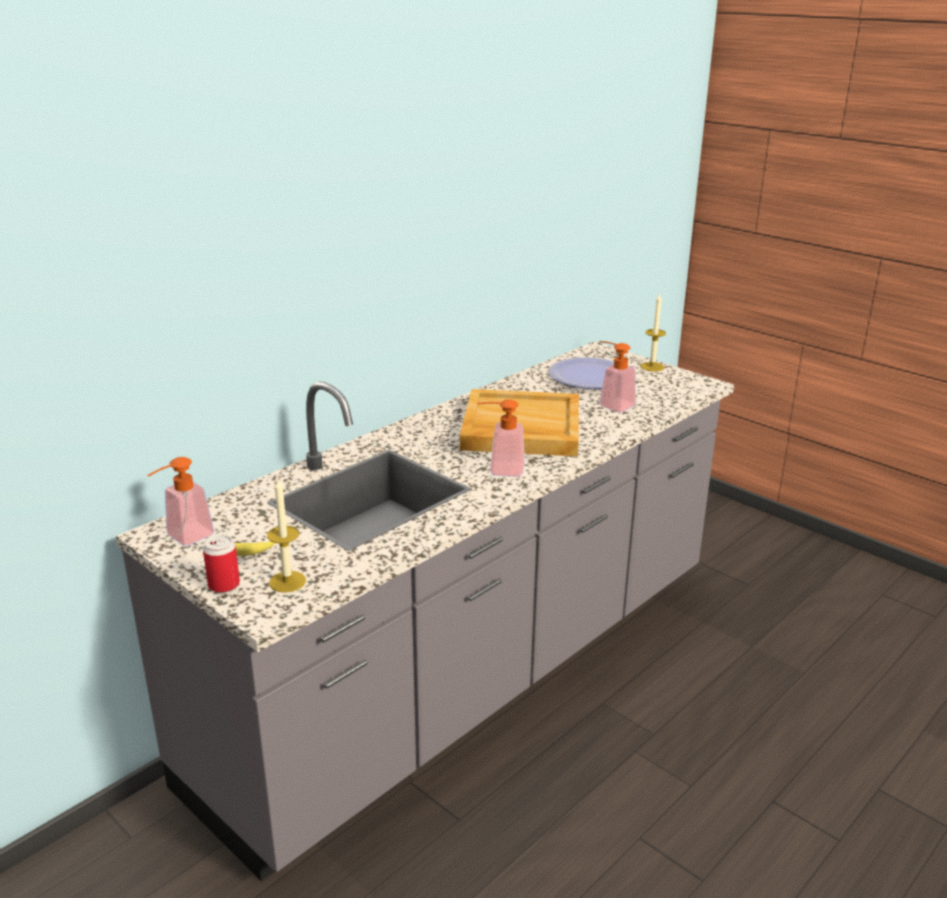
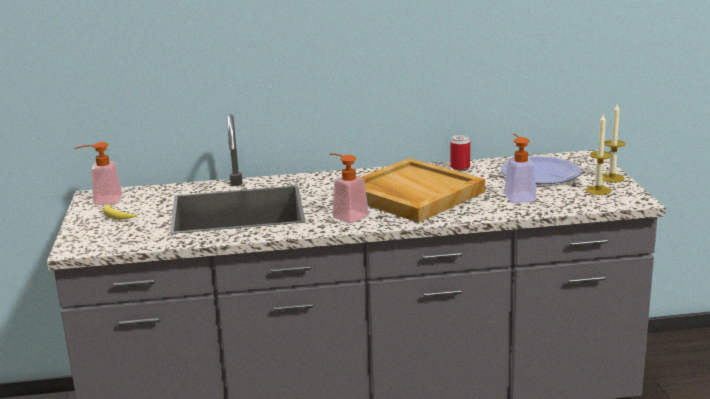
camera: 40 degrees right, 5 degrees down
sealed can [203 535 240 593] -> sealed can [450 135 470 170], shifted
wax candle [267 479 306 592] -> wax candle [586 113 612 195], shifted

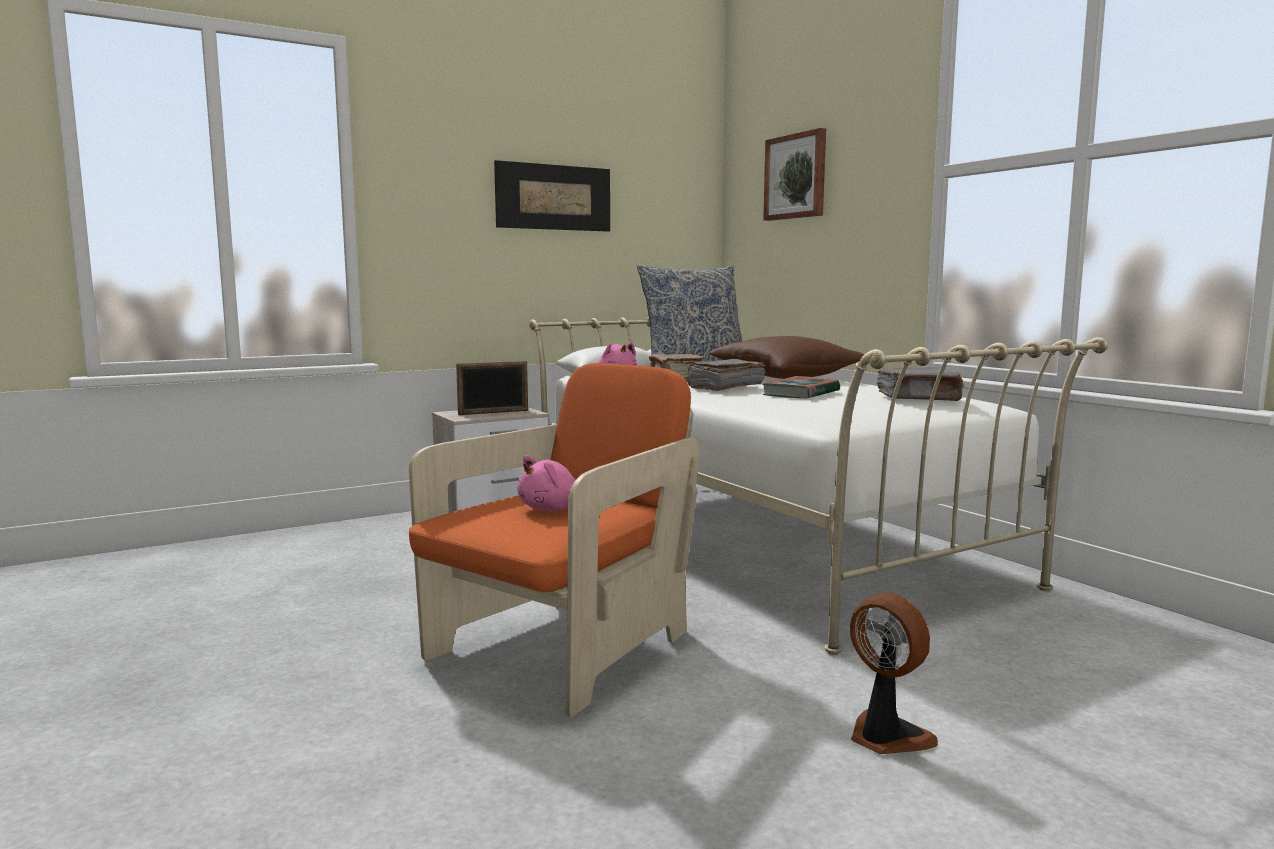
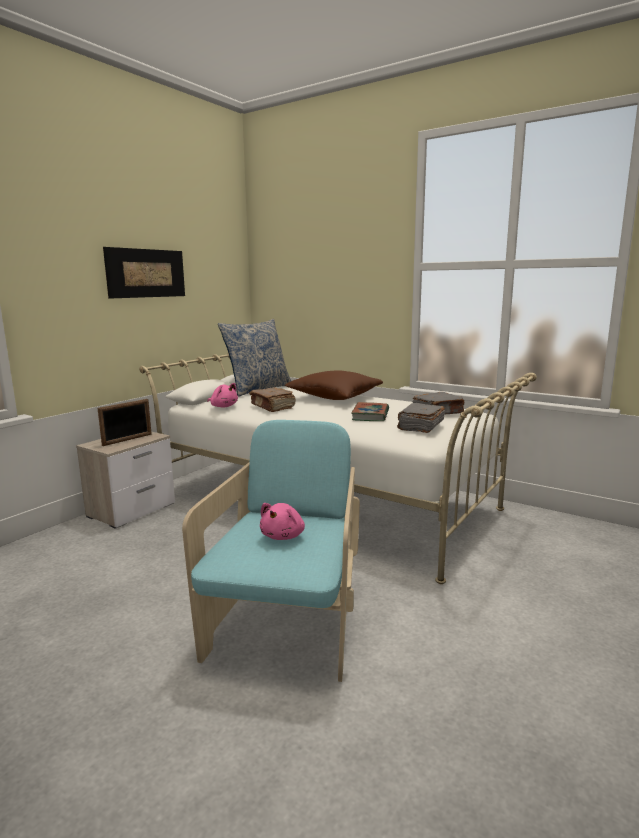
camera: 25 degrees left, 5 degrees up
wall art [763 128 826 221] -> none
electric fan [850 592 938 754] -> none
book in greyish [687 359 765 391] -> book in greyish [397 403 445 433], shifted
armchair in orange [409 363 699 717] -> armchair in blue-green [182 420 360 682]

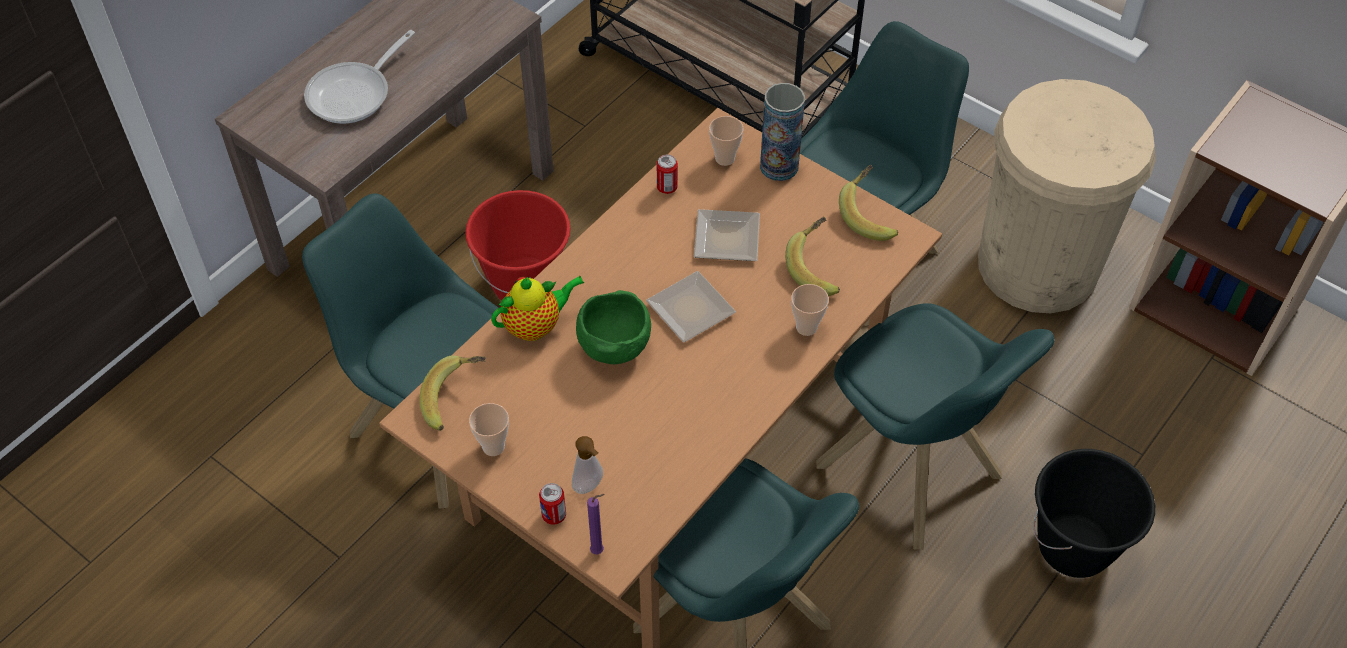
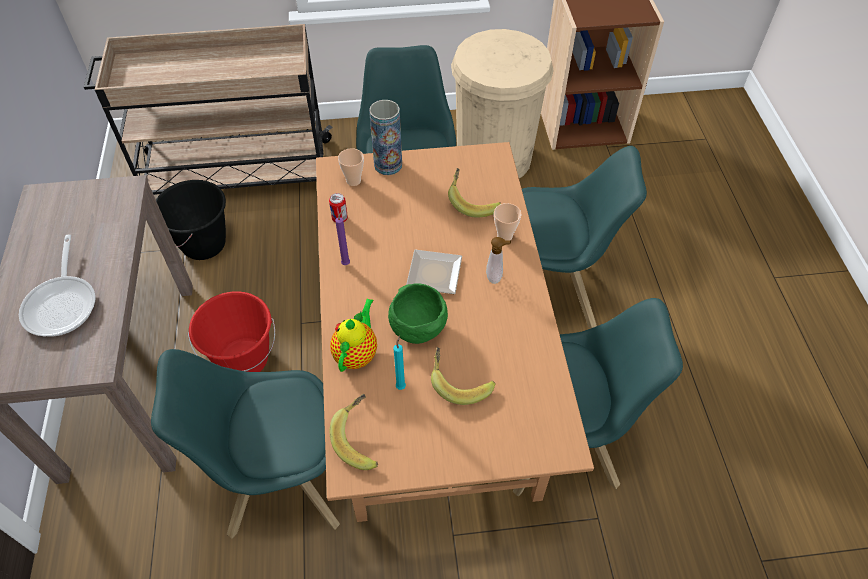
camera: 45 degrees left, 0 degrees up
cup [469 403 509 456] -> none
sealed can [539 483 566 525] -> none
dinner plate [694 209 760 261] -> none
none -> wax candle in blue-green [394 335 406 390]
liquid soap bottle [572 436 603 494] -> liquid soap bottle [486 237 511 284], shifted
wax candle in purplish [587 494 604 555] -> wax candle in purplish [335 209 350 265], shifted
banana fruit [839 165 898 241] -> banana fruit [431 347 496 405], shifted
water bucket in black-coloured [1033 449 1155 578] -> water bucket in black-coloured [156 180 226 260], shifted

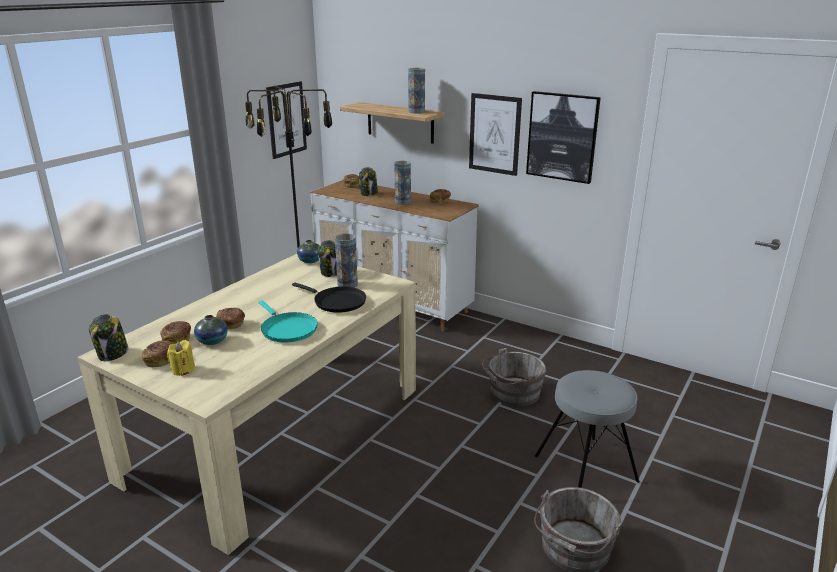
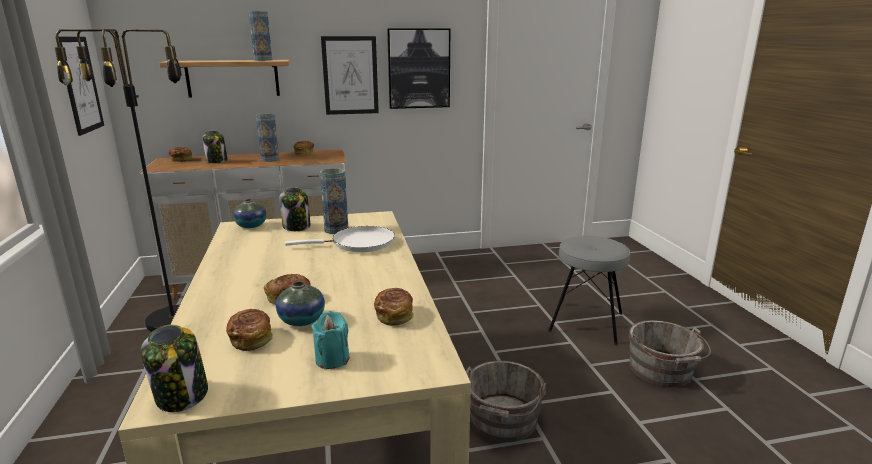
camera: 45 degrees left, 5 degrees down
pan in blue-green [258 301 318 343] -> none
bread [142 340 175 367] -> bread [374 288 414 326], shifted
water bucket in greyish [482 348 546 407] -> water bucket in greyish [466 361 546 442], shifted
wax candle in yellow-coloured [167 340 195 376] -> wax candle in blue-green [311 311 350 369]
pan in black-coloured [292 283 366 313] -> pan in whitish [285 226 395 252]

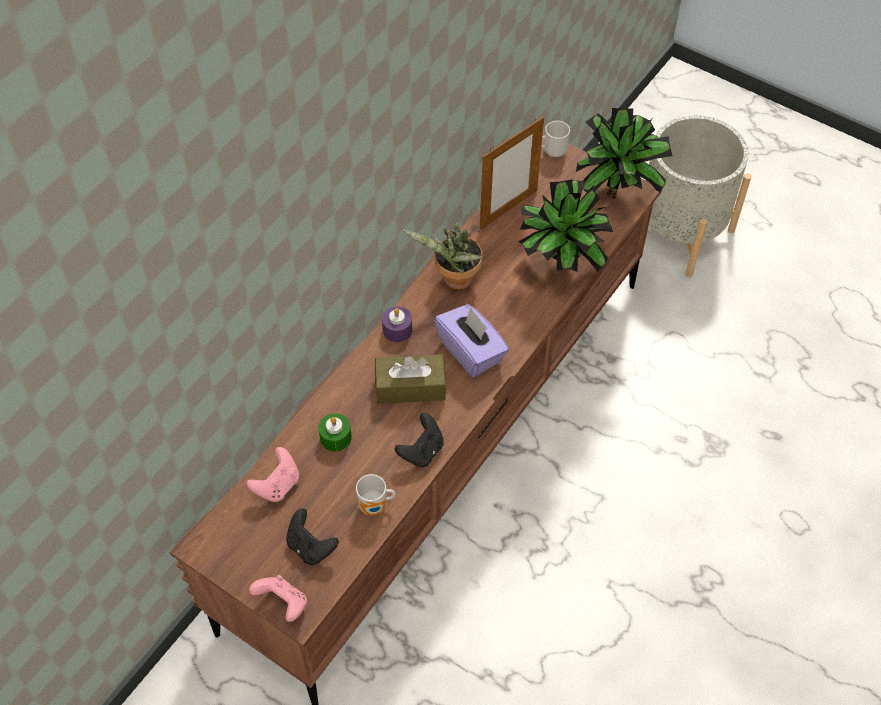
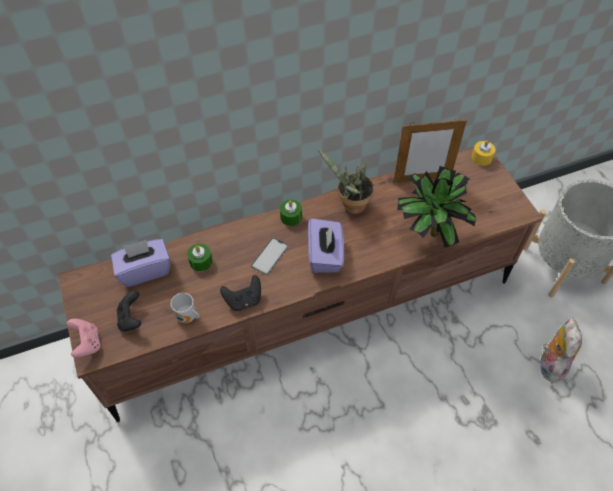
camera: 35 degrees right, 0 degrees up
plant in a pot [576 108 672 199] -> none
none -> soft toy [540 317 582 383]
gamepad in pink-coloured [246 447 299 502] -> box of tissues in purplish [111 239 170 287]
box of tissues in brown-coloured [375 354 446 404] -> handset [251 238 289 275]
coffee mug [541 121 570 157] -> wax candle in yellow-coloured [472 140 495 166]
wax candle in purplish [382 306 412 342] -> wax candle in greenish [280 200 302 226]

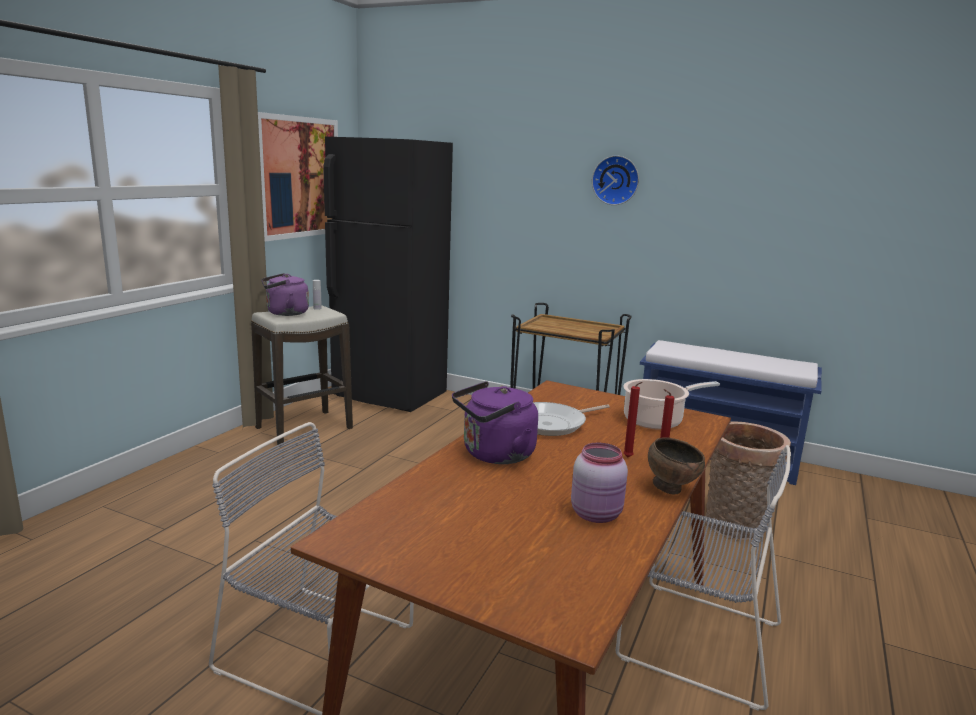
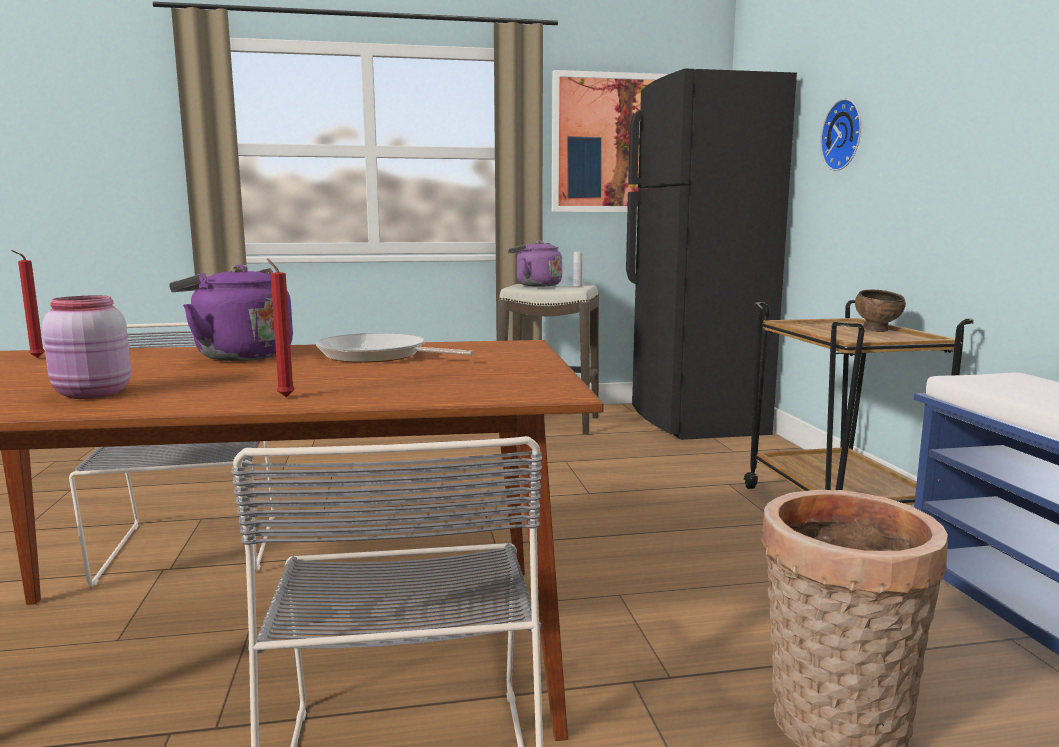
camera: 55 degrees right, 5 degrees down
stockpot [623 379 720 430] -> none
hanging clock [592 156 639 205] -> hanging clock [820 99 861 171], shifted
wax candle in red [623 382 643 457] -> wax candle in red [11 250 45 358], shifted
deep dish in brown-coloured [648 437 705 494] -> deep dish in brown-coloured [855 290 906 332], shifted

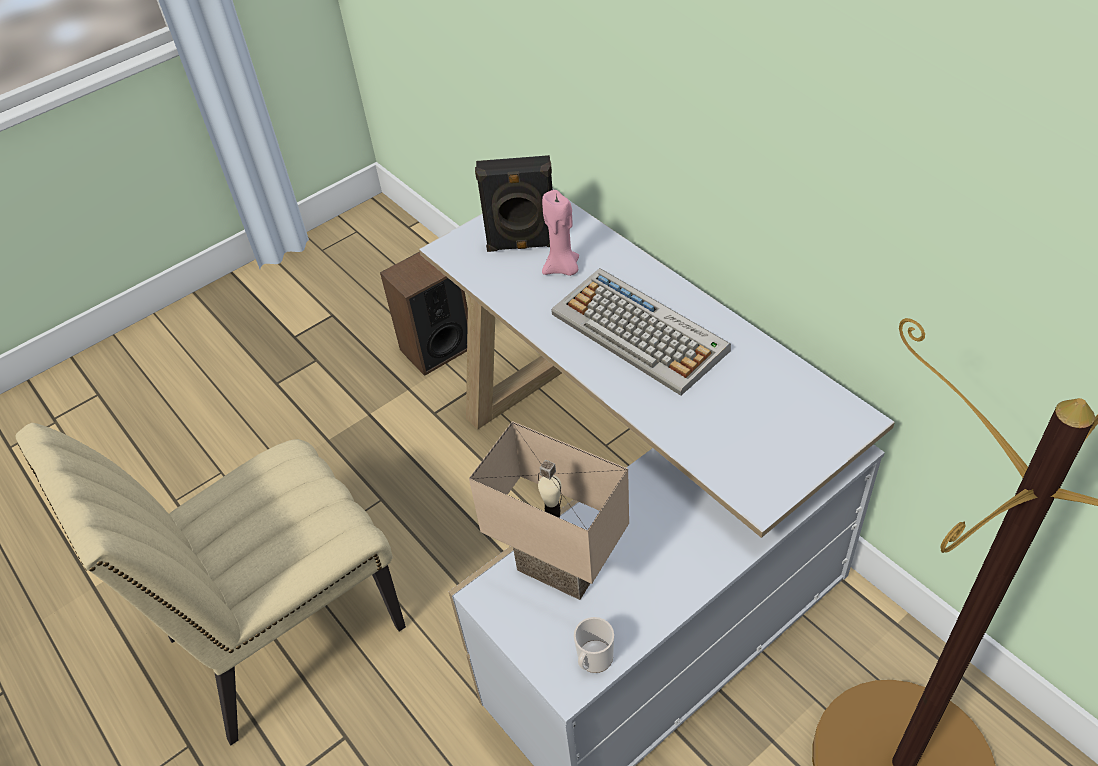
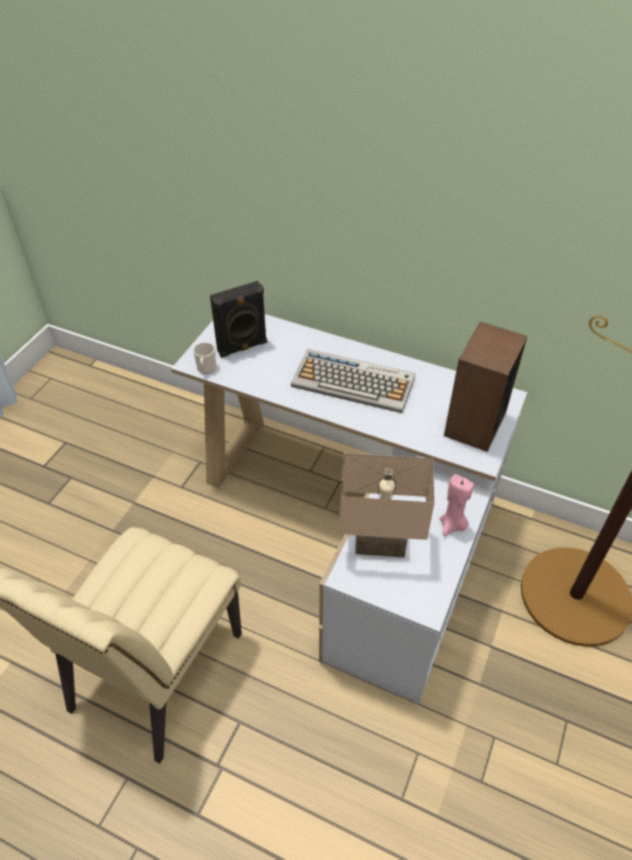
camera: 30 degrees left, 0 degrees up
audio speaker [380 252 468 376] -> audio speaker [444 322 527 452], shifted
wax candle in pink-coloured [542 190 579 276] -> wax candle in pink-coloured [440 474 474 536], shifted
coffee mug [574 617 614 673] -> coffee mug [193 342 216 374], shifted

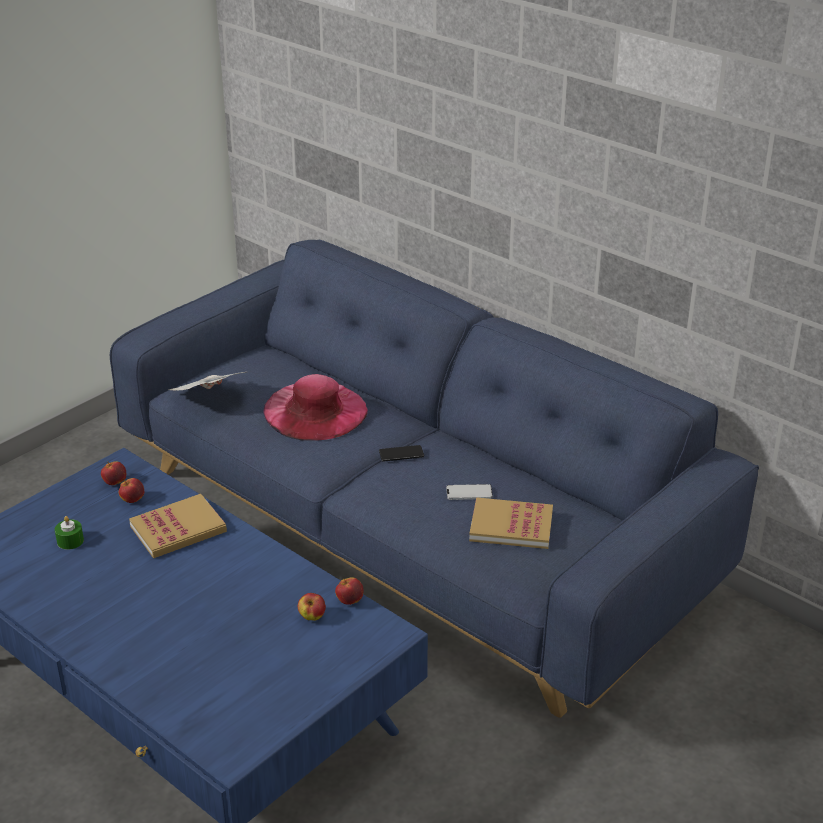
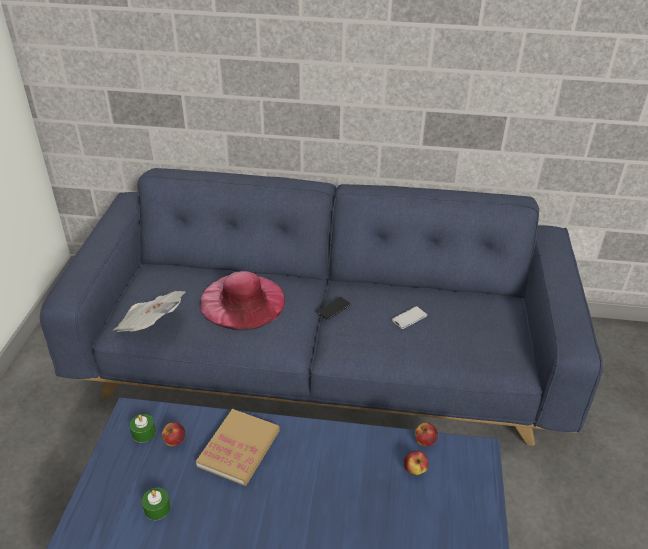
camera: 35 degrees left, 5 degrees up
book [469 497 553 549] -> none
apple [101 461 126 485] -> wax candle in greenish [130 414 156 443]

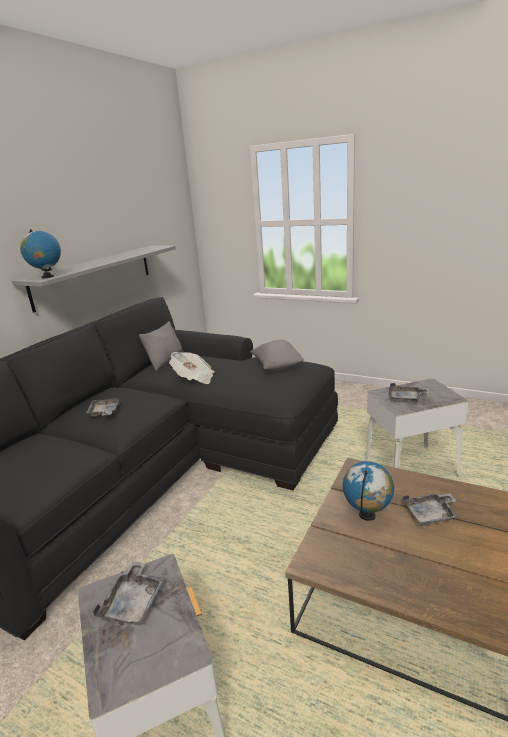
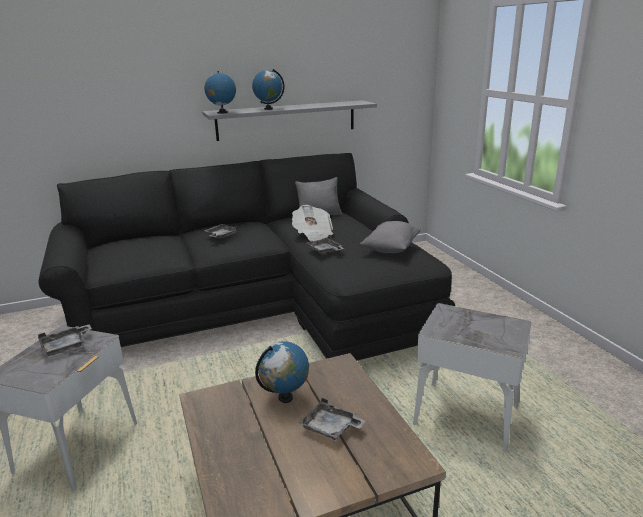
camera: 40 degrees right, 0 degrees up
none -> globe [252 69 285 110]
carrying tray in greyish [388 383 429 403] -> carrying tray in greyish [306 236 344 254], shifted

